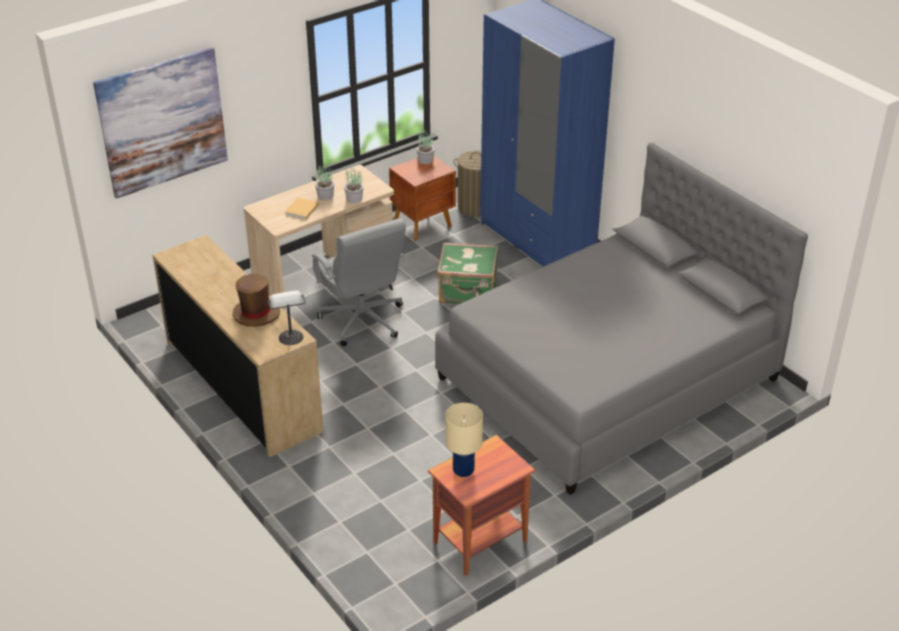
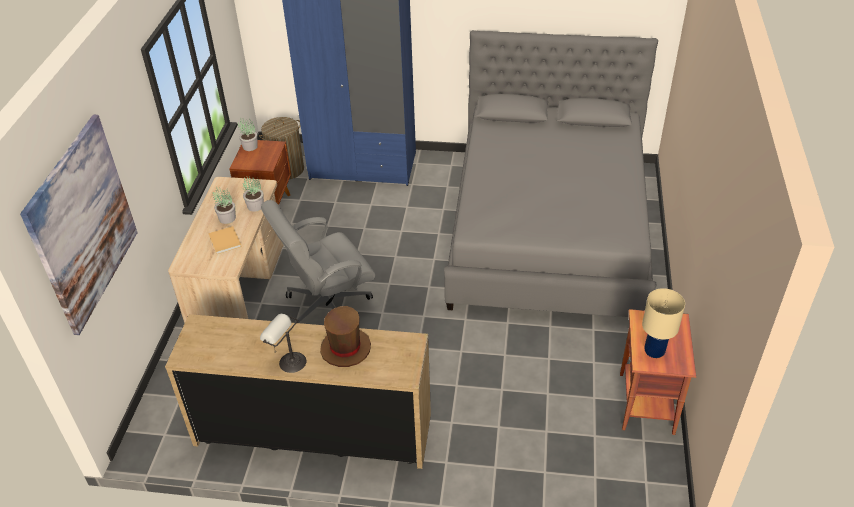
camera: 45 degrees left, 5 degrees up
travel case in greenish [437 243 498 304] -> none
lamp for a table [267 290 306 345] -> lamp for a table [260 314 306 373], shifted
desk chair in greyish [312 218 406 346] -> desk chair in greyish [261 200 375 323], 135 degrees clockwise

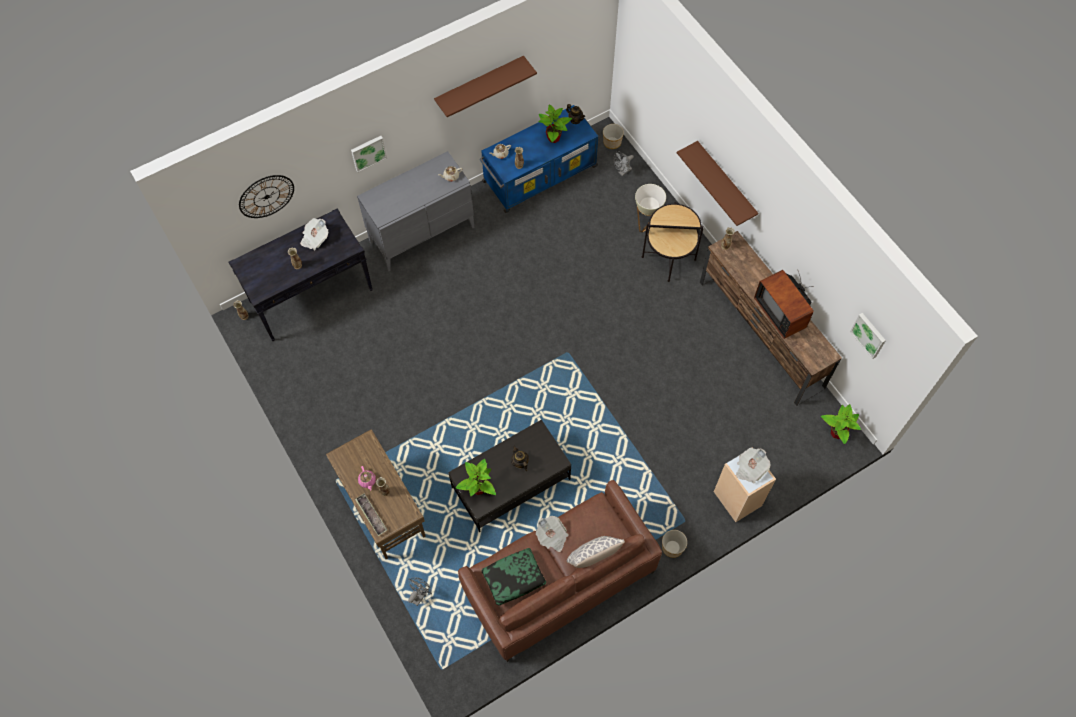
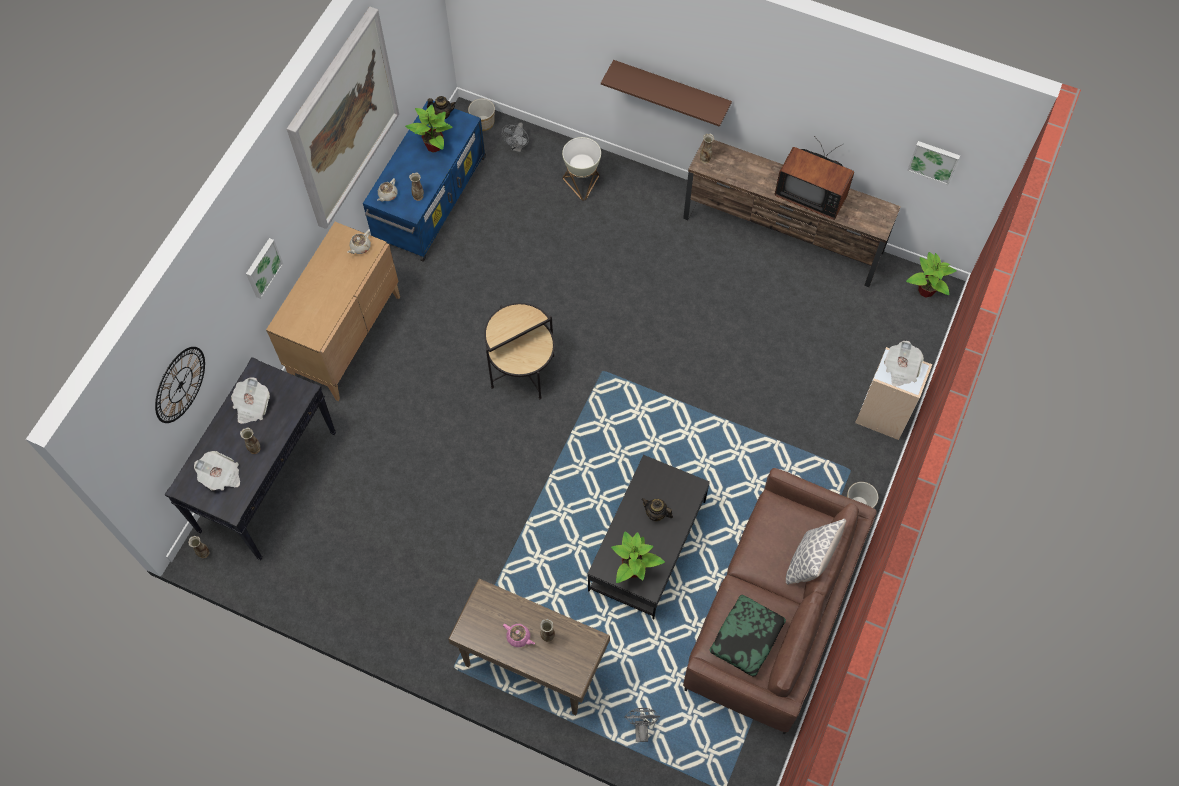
camera: 35 degrees left, 0 degrees up
carrying tray [355 493 388 536] -> none
daily paper [536 516 569 552] -> daily paper [194 451 240 491], shifted
side table [642 202 704 282] -> side table [484 303 555 399], shifted
bracket shelf in brown-coloured [434 56 537 117] -> wall art [287 7 399 229]
cabinet in greyish [357 151 474 271] -> cabinet in brown-coloured [266 222 400 401]

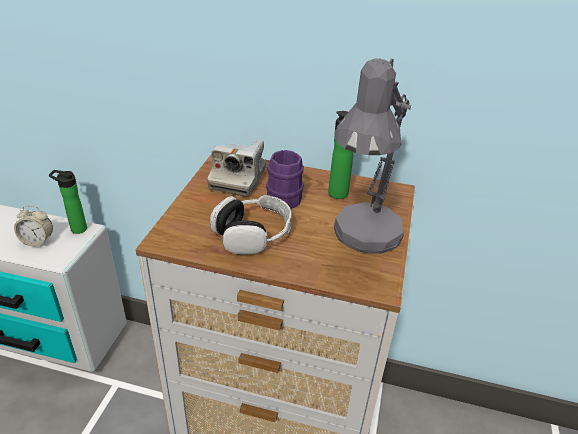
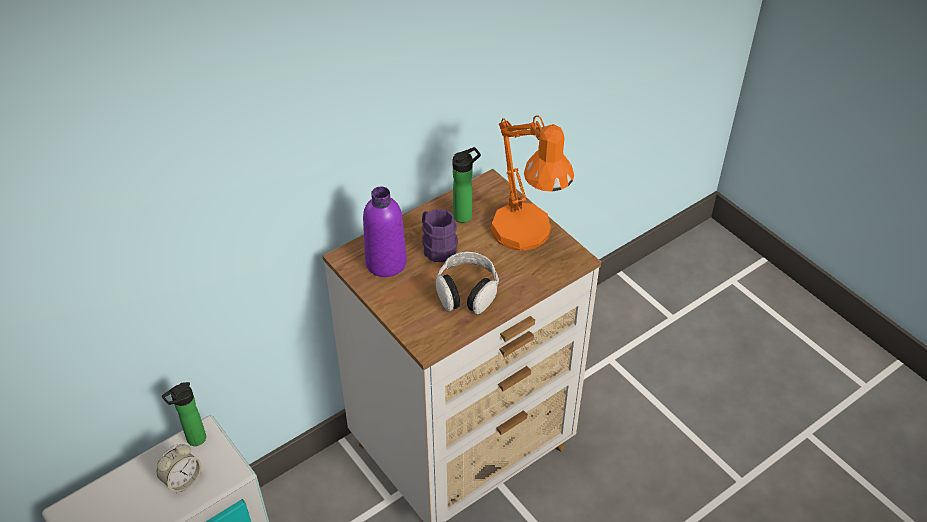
camera: 50 degrees left, 10 degrees up
still camera [207 140 266 197] -> bottle in purplish [363 186 407 277]
lamp for a table in greyish [334 58 411 254] -> lamp for a table in orange [491 116 574 251]

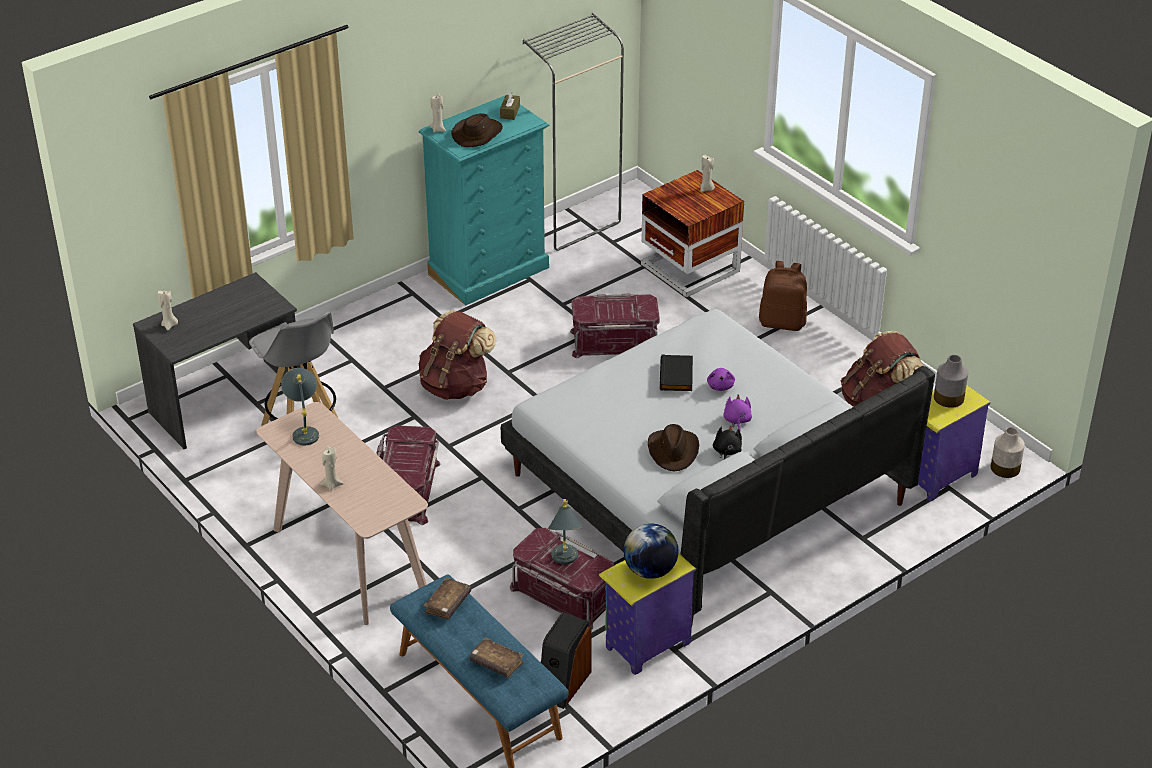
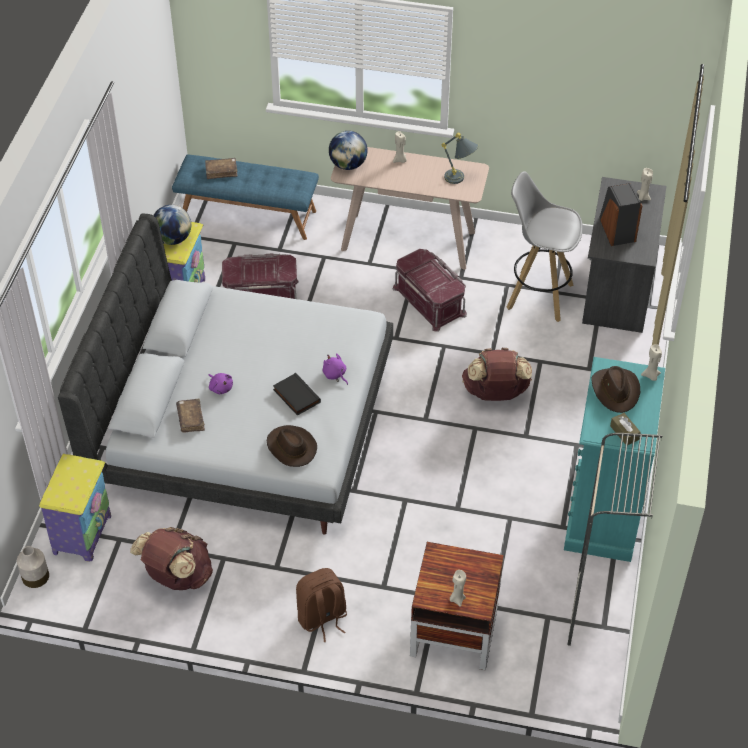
camera: 140 degrees right, 10 degrees up
lamp for a table in greyish [548 499 584 564] -> none
storage bin in red [570 294 660 358] -> none
soft toy in black-coloured [713 425 742 459] -> none
flower vase in greyish [934 355 968 408] -> none
none -> globe [329 131 368 170]
book in brown-coloured [423 577 471 619] -> book in brown-coloured [176 399 205 433], shifted
audio speaker [541 612 592 709] -> audio speaker [599 183 642 246], shifted
clothing hat in brown-coloured [648 424 699 472] -> clothing hat in brown-coloured [267 425 317 467], shifted
soft toy in purplish [707 368 735 391] -> soft toy in purplish [322 353 348 385], shifted

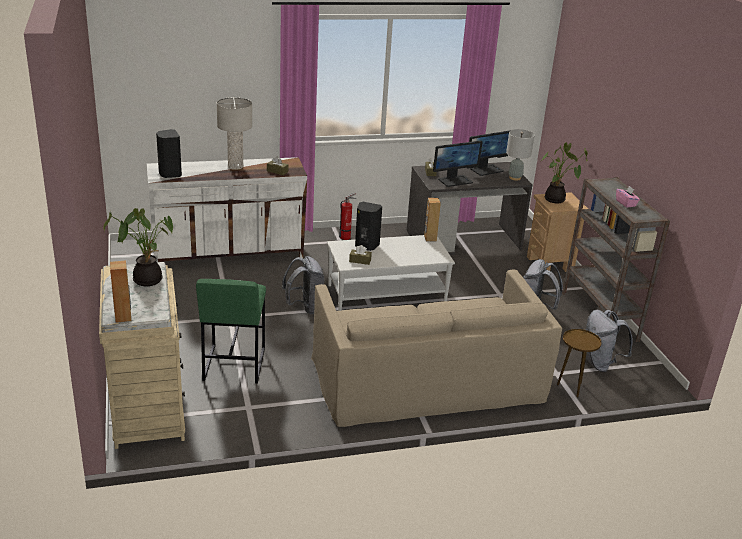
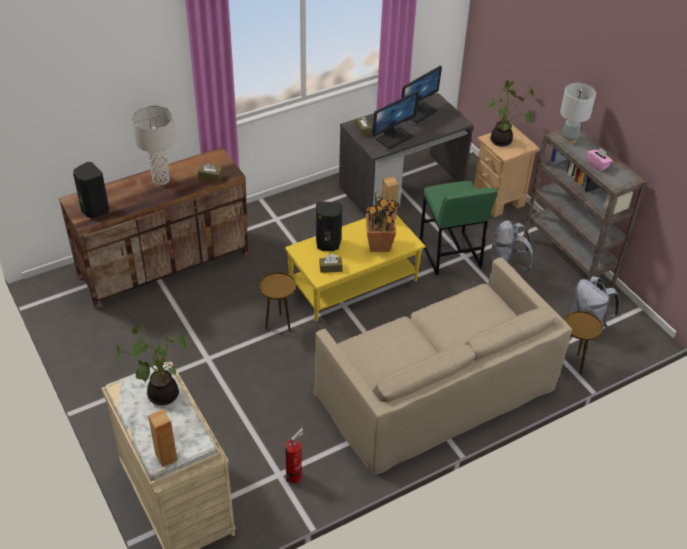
camera: 15 degrees left, 15 degrees up
none -> plant in a pot [365 190 400 252]
chair in greenish [196 279 266 384] -> chair in greenish [420 181 497 275], shifted
fire-fighting cylinder [339 192 356 240] -> fire-fighting cylinder [285 428 304 483], shifted
lamp for a table in greyish [506 129 534 181] -> lamp for a table in greyish [560 83 596 144], shifted
knapsack in greyish [282 256 324 314] -> side table in brown-coloured [259 272 296 332]
cabinet in whitish [147 157 307 262] -> cabinet in brown-coloured [59 147 248 310]
low table in whitish [327 235 455 311] -> low table in yellow-coloured [285 214 426 322]

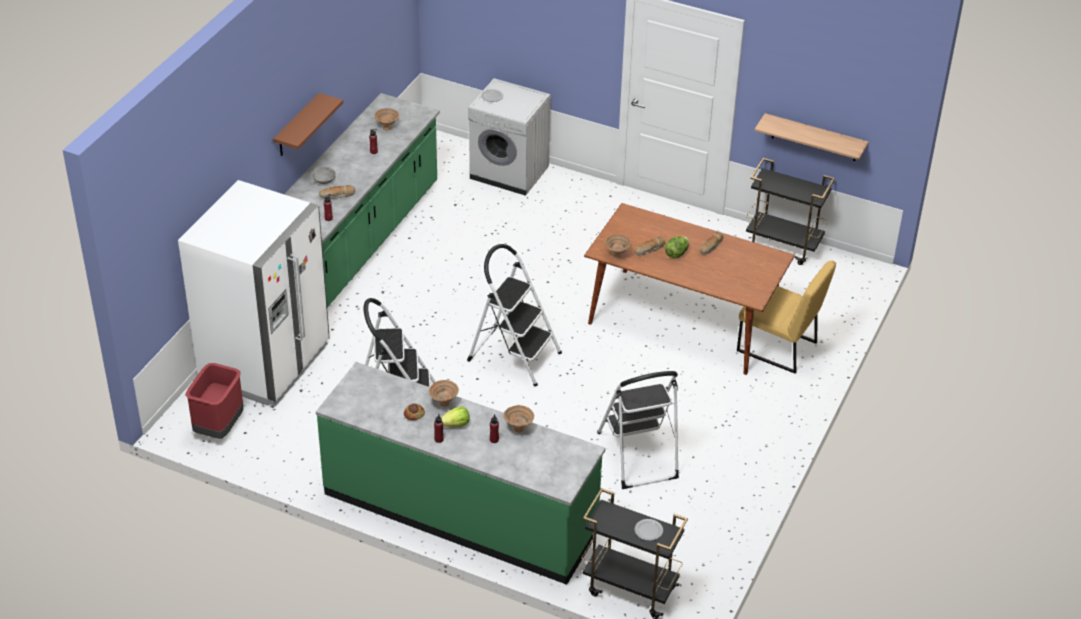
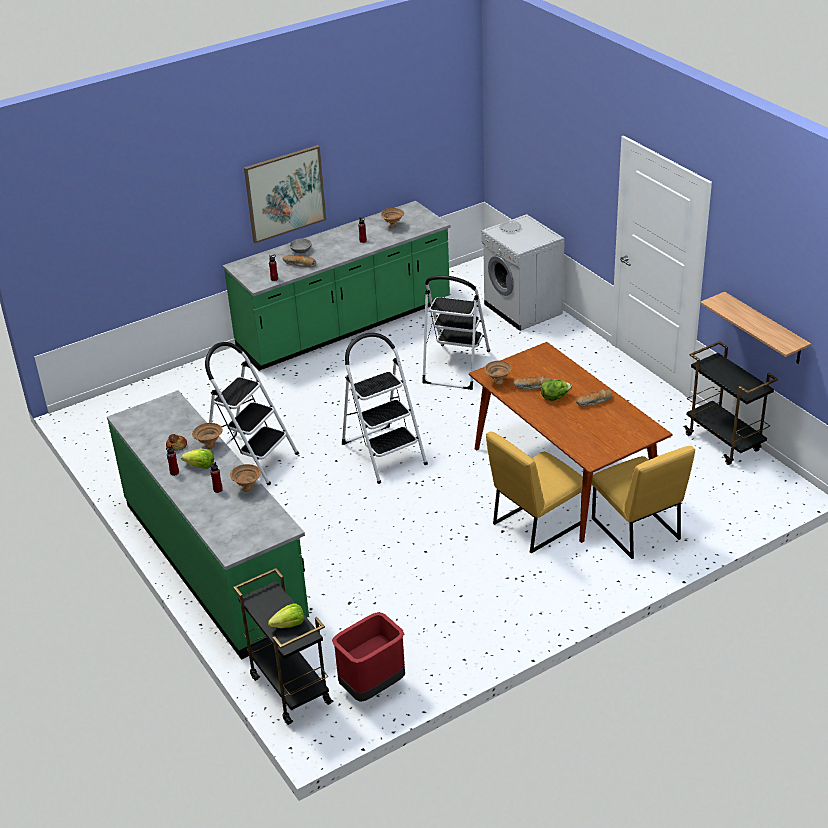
camera: 35 degrees right, 5 degrees down
refrigerator in whitish [178 180 330 407] -> none
none -> chair in yellow-coloured [486 431 583 553]
trash can in red [186 363 243 439] -> trash can in red [332 612 405 702], shifted
stepladder [597 371 679 489] -> stepladder [422 275 490 390], shifted
bracket shelf in brown-coloured [273 93 343 156] -> wall art [244 145 326 243]
dinner plate [635 519 663 541] -> head of lettuce [268 604 304 628]

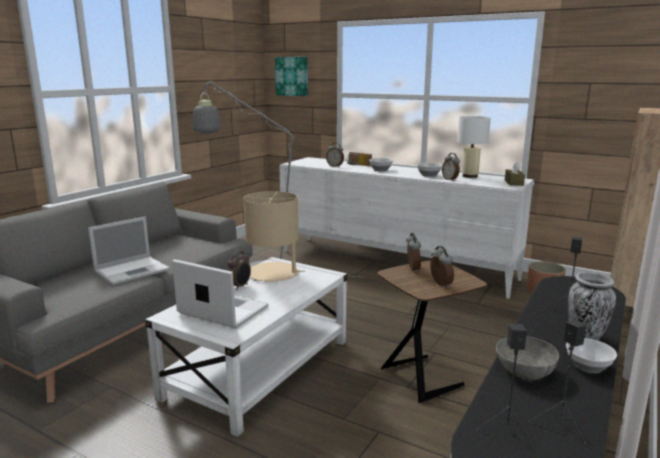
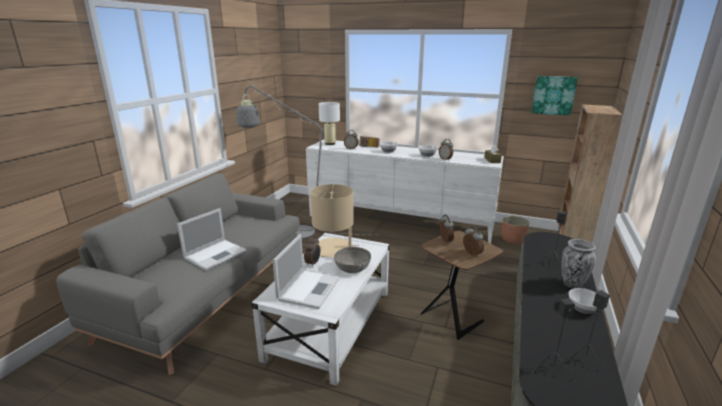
camera: 10 degrees left, 5 degrees up
wall art [275 57 308 96] -> wall art [531 76 578 116], shifted
lamp for a table in whitish [457 116 491 178] -> lamp for a table in whitish [319 102 340 145], shifted
deep dish in greyish [496 336 559 380] -> deep dish in greyish [334 247 371 273], shifted
notebook computer [172 259 269 329] -> notebook computer [273 234 340 309], 90 degrees clockwise

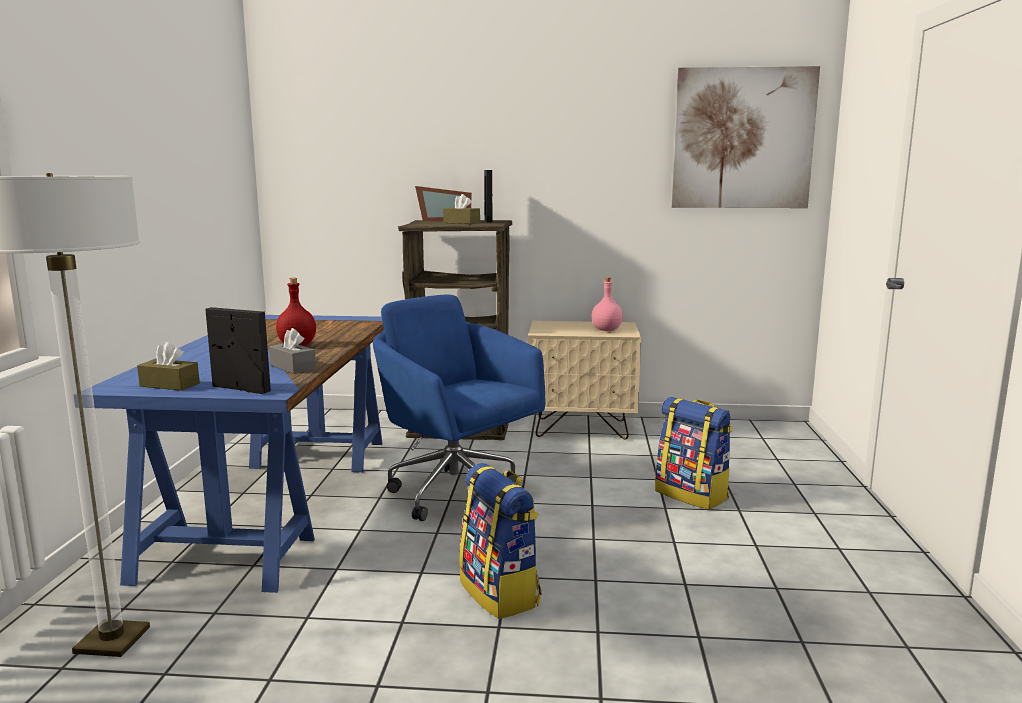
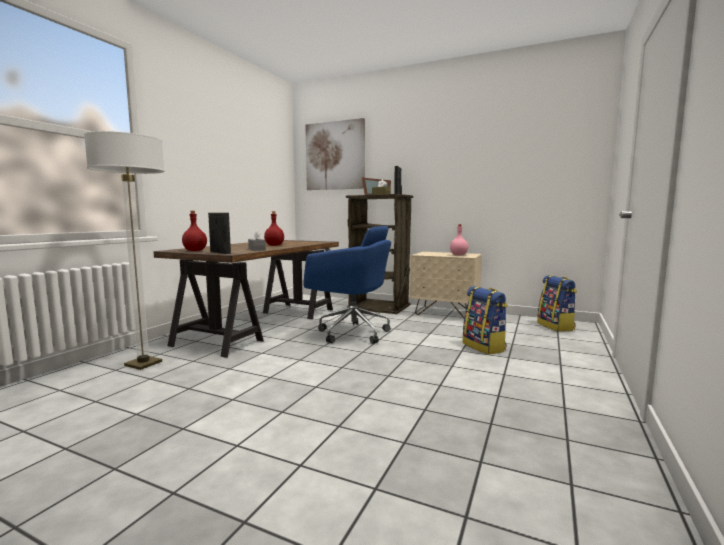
camera: 20 degrees right, 5 degrees down
knapsack [459 463 542 619] -> knapsack [537 275 577 332], shifted
wall art [671 66 820 208] -> wall art [305 118 365 190], shifted
box of tissues in brown-coloured [137 342 200 391] -> bottle in red [182 211 207 251]
desk table in blue-coloured [92 315 384 593] -> desk table in brown-coloured [153 240 339 358]
desk chair in blue-coloured [373 294 545 521] -> desk chair in blue-coloured [303 226 391 344], 135 degrees clockwise

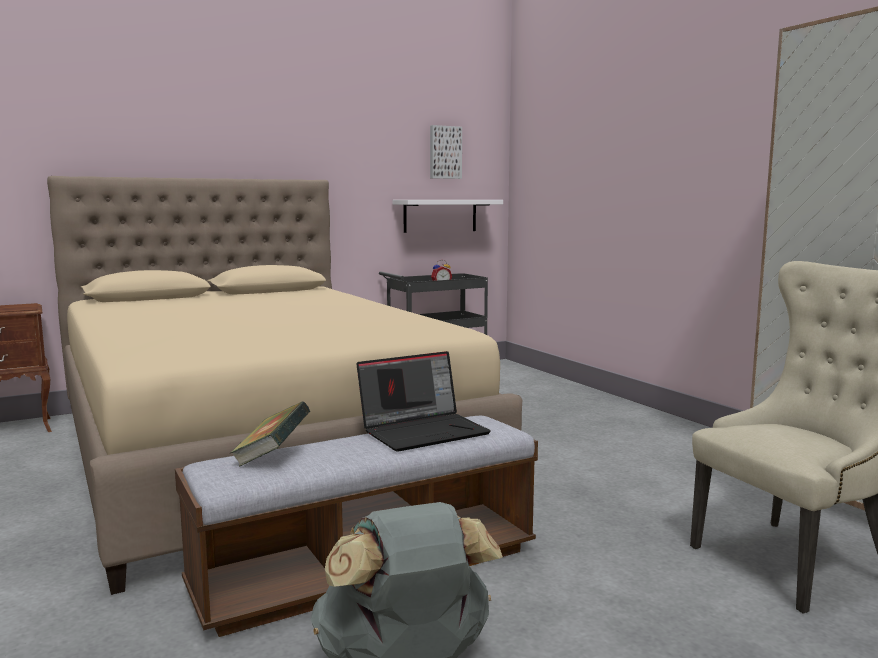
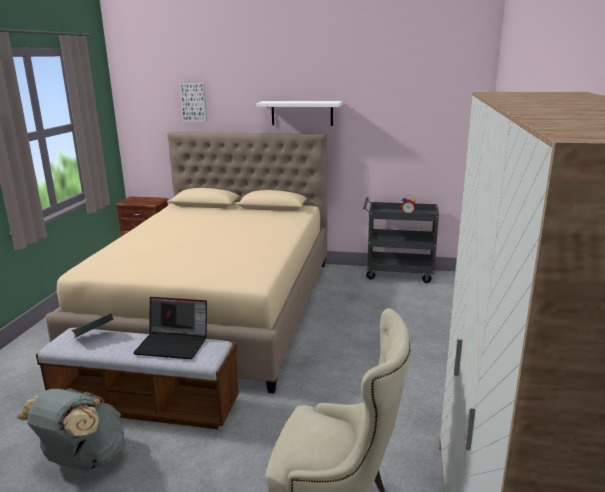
camera: 40 degrees right, 10 degrees up
bracket shelf in whitish [392 200 503 233] -> bracket shelf in whitish [256 101 342 126], shifted
wall art [430 125 462 179] -> wall art [180 83 207 122], shifted

